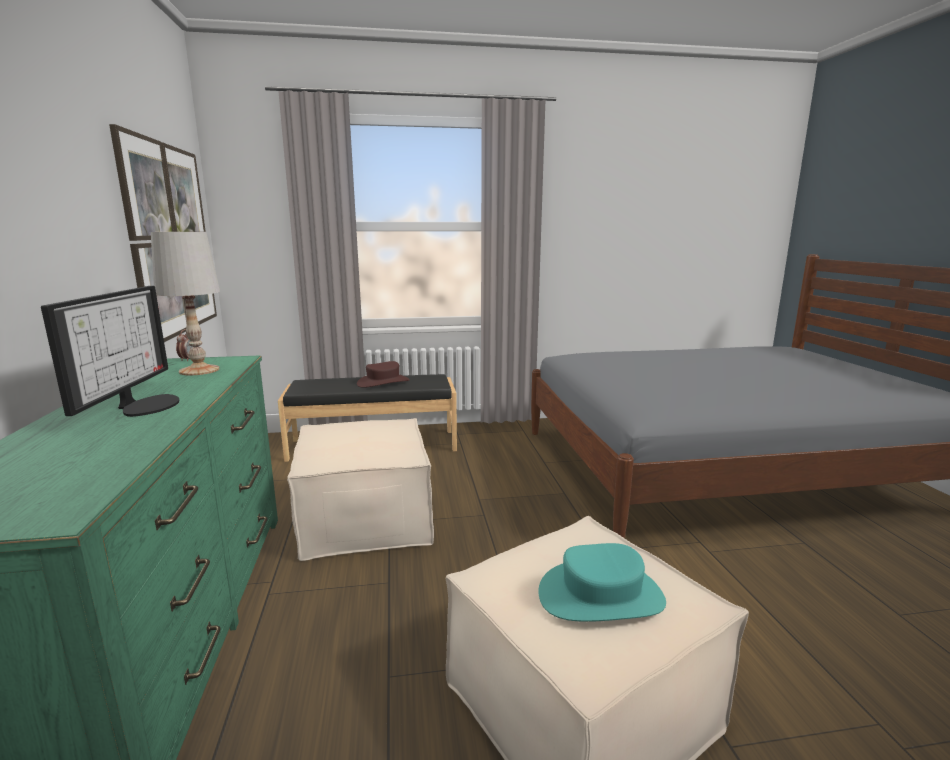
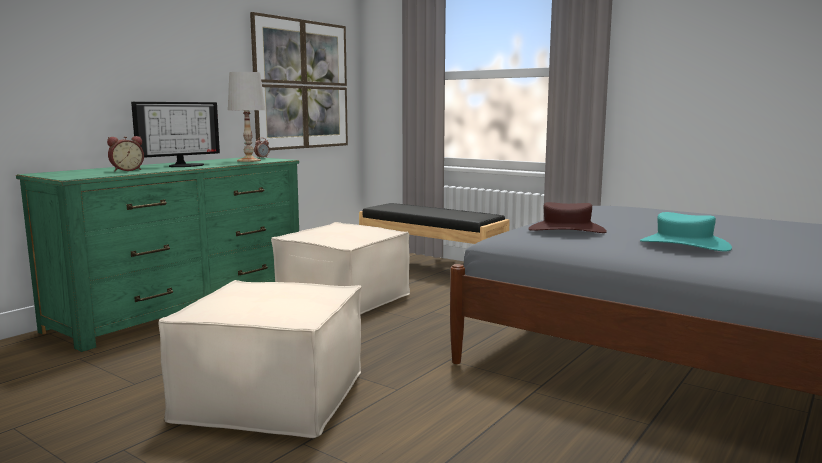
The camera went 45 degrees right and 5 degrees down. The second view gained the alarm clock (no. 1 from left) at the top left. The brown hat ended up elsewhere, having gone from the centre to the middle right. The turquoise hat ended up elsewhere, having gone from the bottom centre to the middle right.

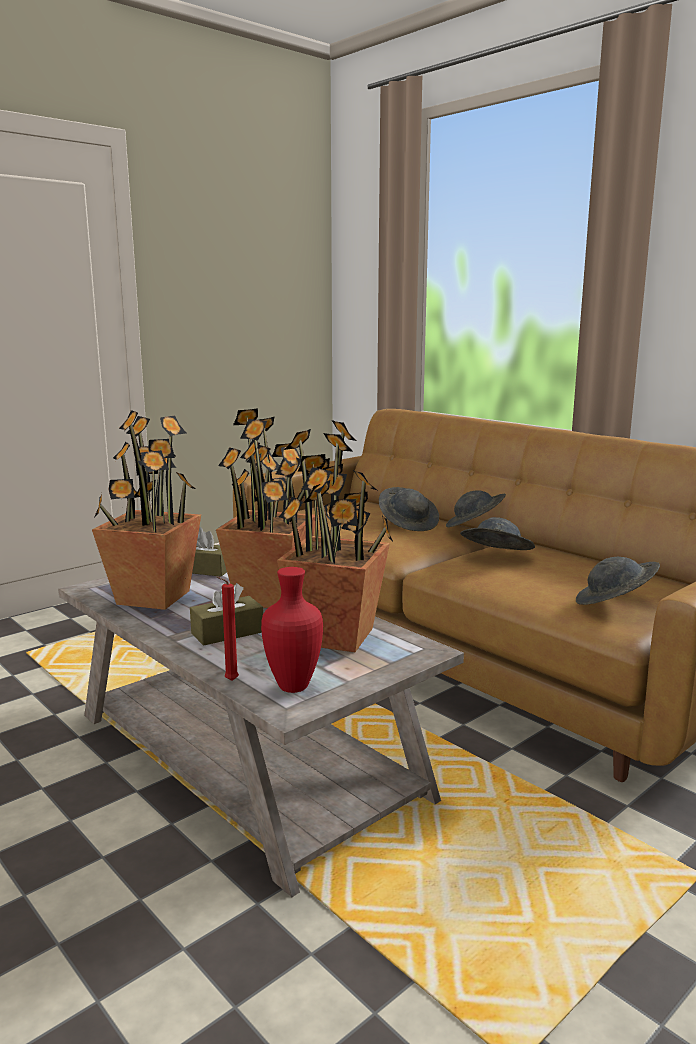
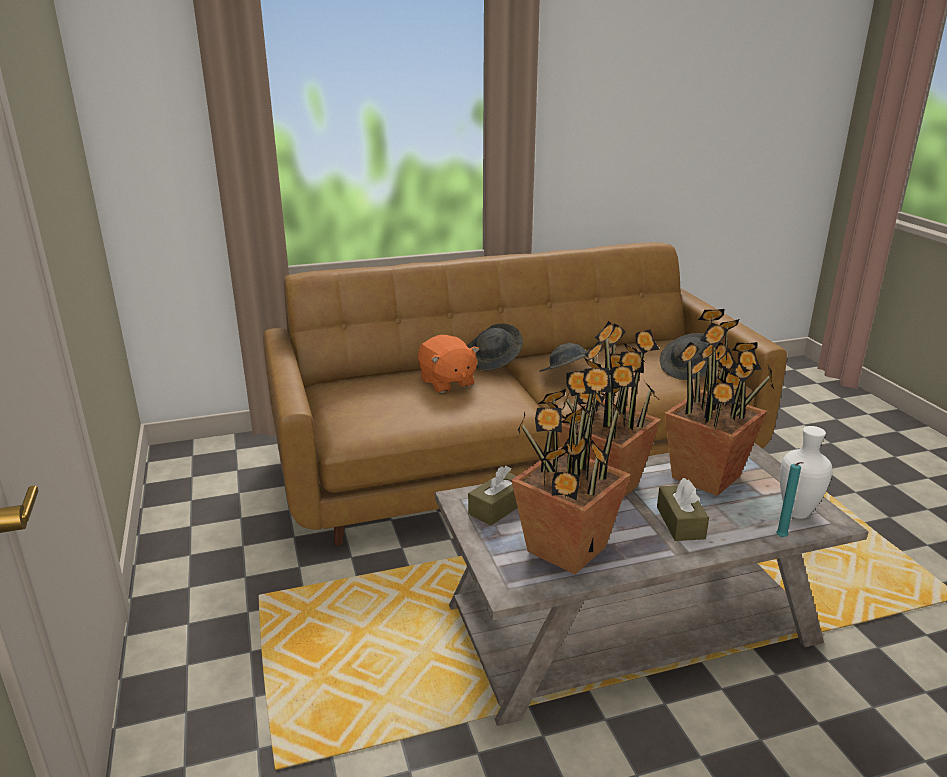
The camera went 65 degrees left and 10 degrees up. Where the grey hat (no. 1 from left) stood at the centre, the orange plush toy came to stand at the centre. What was the red candle at the middle left turned into the turquoise candle at the middle right. What was the red vase at the centre turned into the white vase at the middle right.

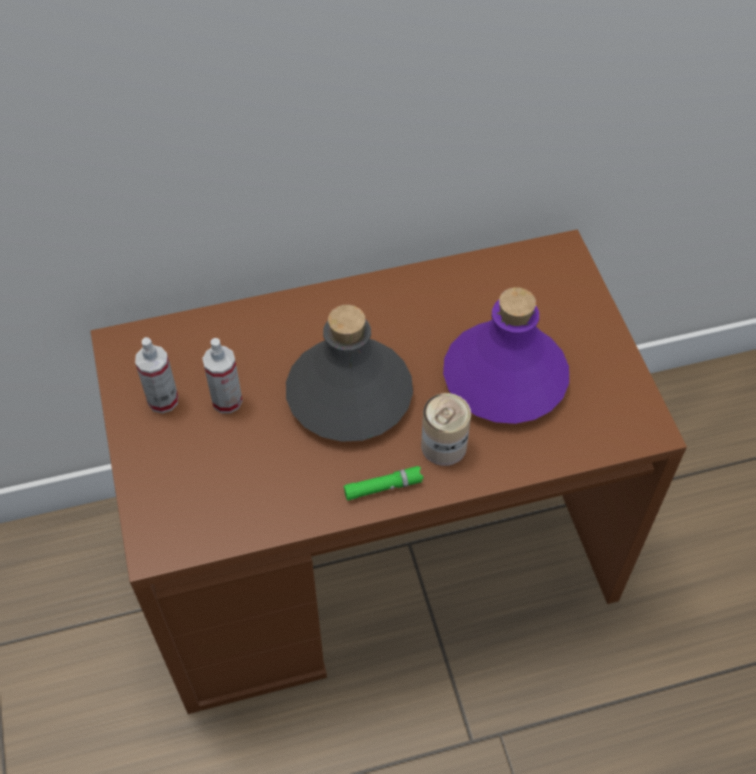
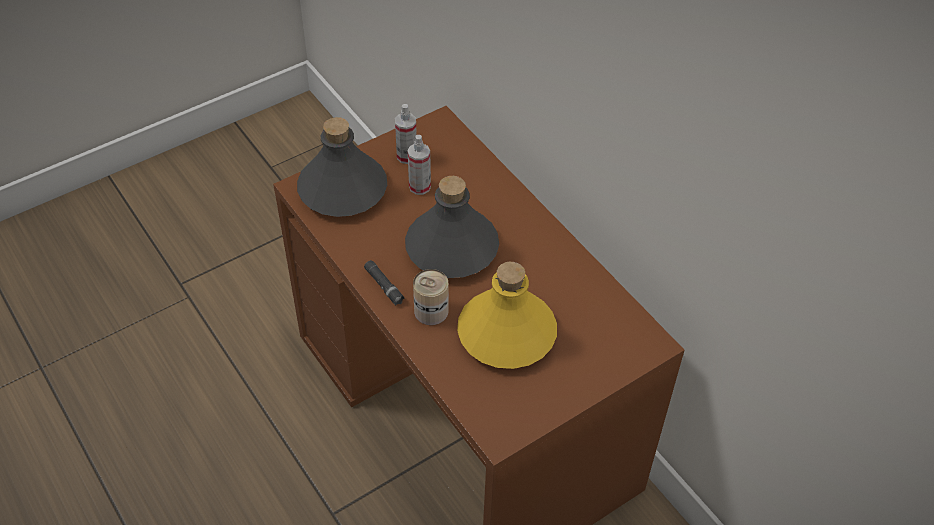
The camera went 70 degrees right and 5 degrees down. The second view gained the grey bottle (no. 1 from left) at the top centre. What was the green flashlight at the centre turned into the black flashlight at the centre. What was the purple bottle at the middle right turned into the yellow bottle at the centre.

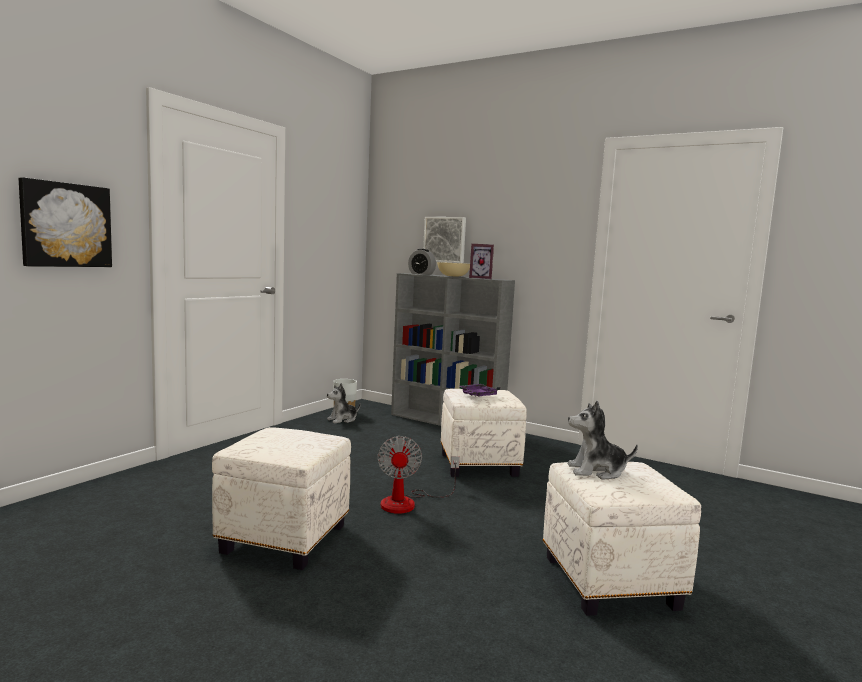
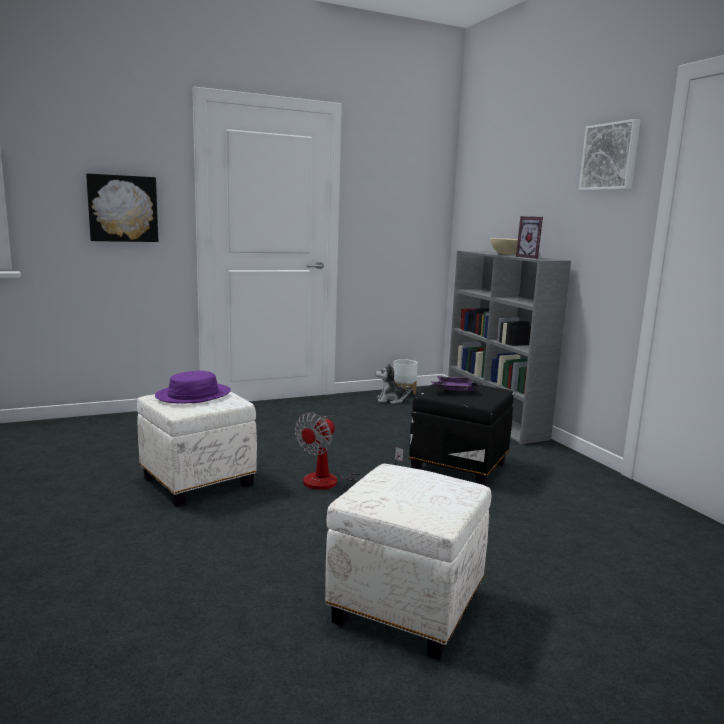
The camera went 35 degrees right and 5 degrees up. The second view gained the purple hat at the middle left. What was the white ottoman (no. 2 from left) at the centre turned into the black ottoman at the centre. The picture (no. 2 from left) ended up elsewhere, having gone from the centre to the top right. The second view lost the alarm clock at the centre. The second view lost the plush toy (no. 2 from left) at the middle right.

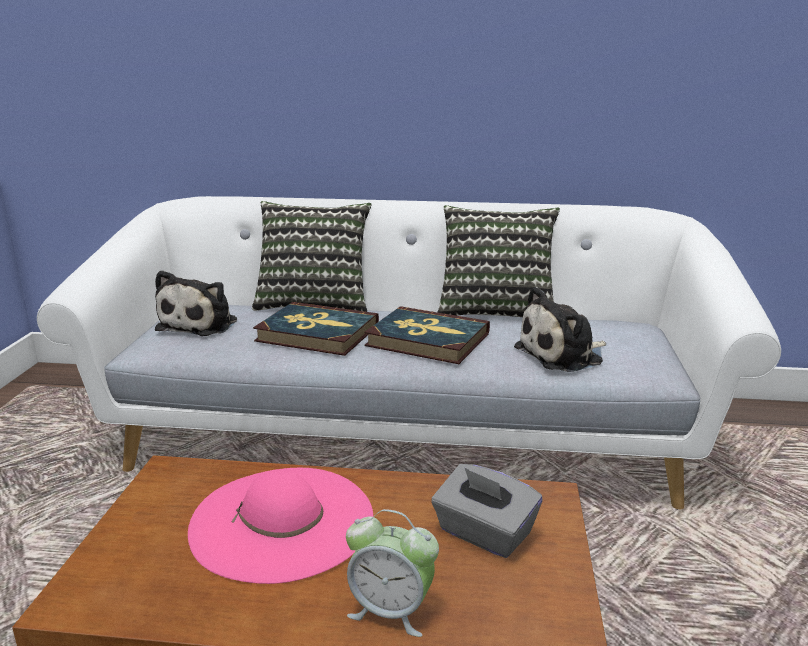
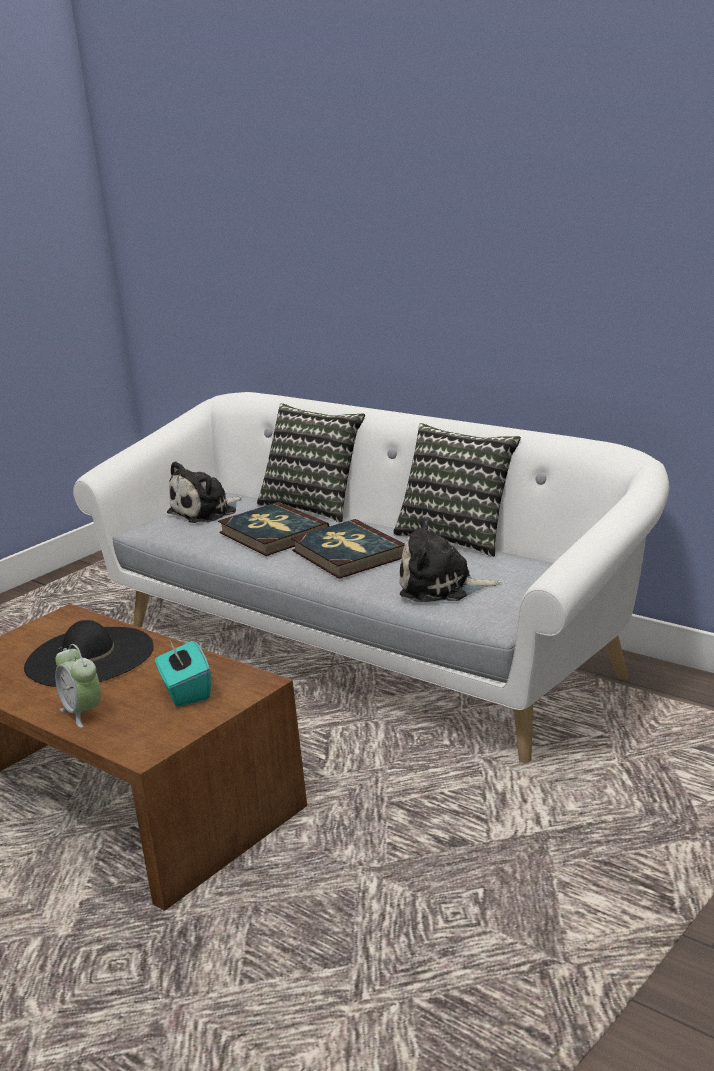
The camera went 35 degrees right and 0 degrees up. What was the pink hat at the bottom centre turned into the black hat at the middle left. What was the grey tissue box at the bottom centre turned into the turquoise tissue box at the middle left.

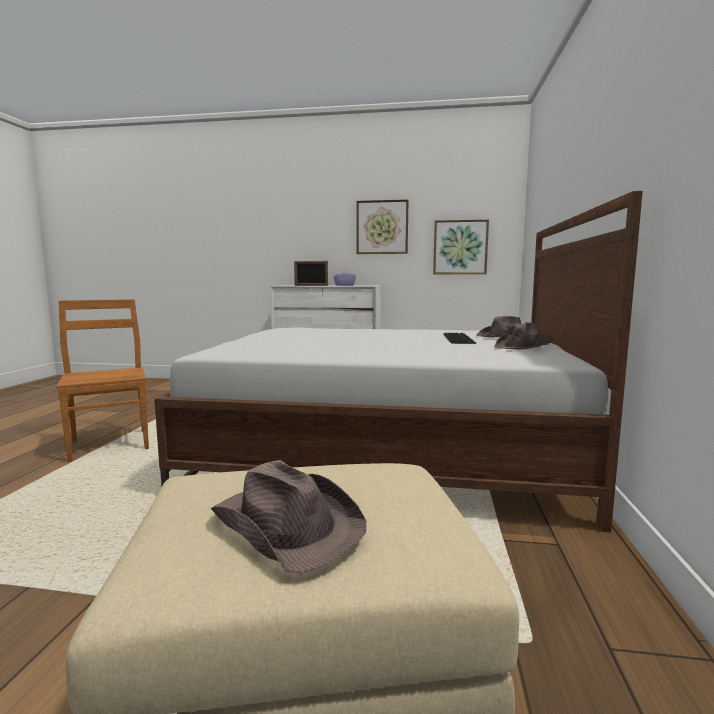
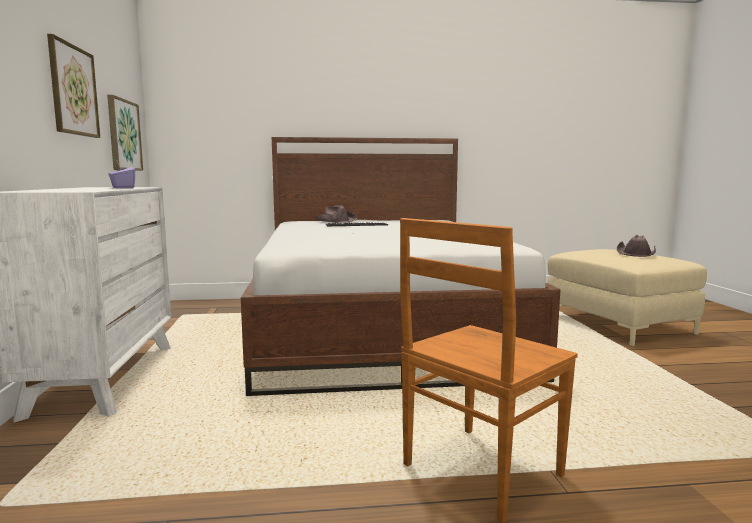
The camera went 105 degrees left and 0 degrees up. The second view lost the picture frame at the centre. The second view lost the brown hat (no. 3 from left) at the middle right.

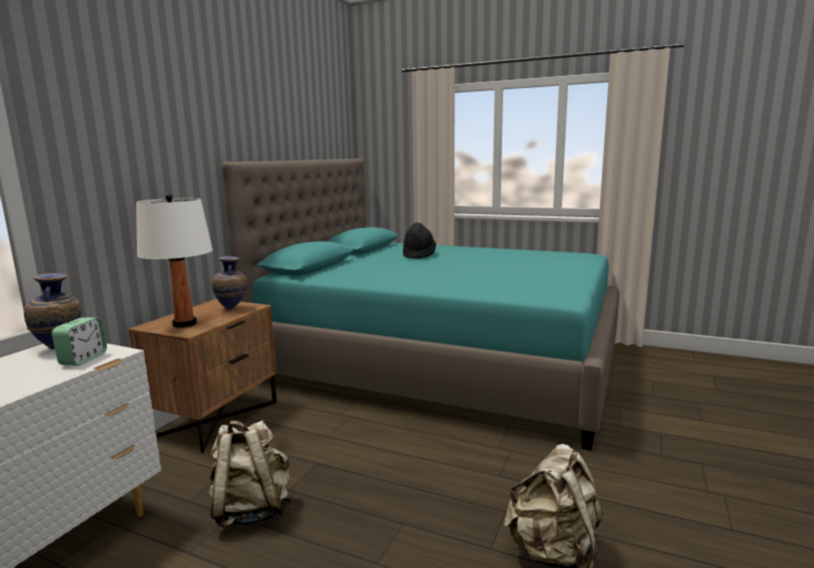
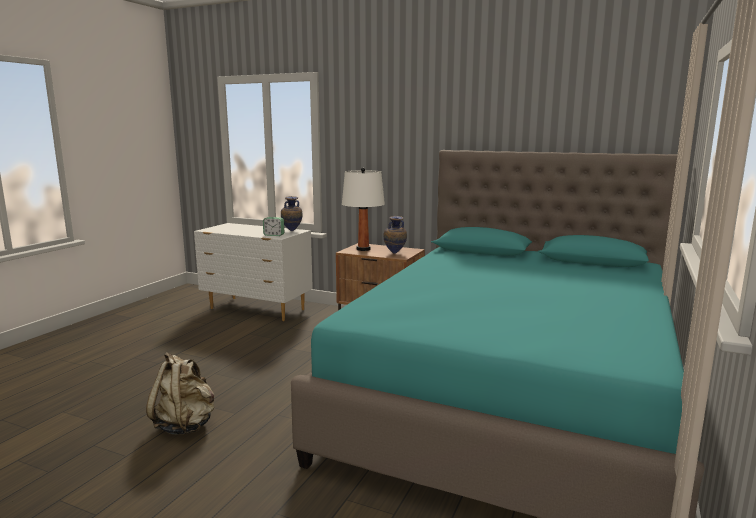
The camera went 90 degrees right and 0 degrees up. The second view lost the beige backpack (no. 1 from left) at the bottom left. The second view lost the black hat at the centre.

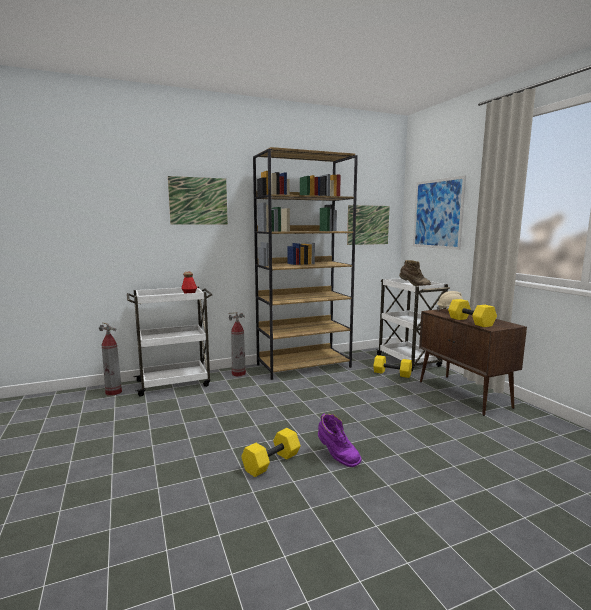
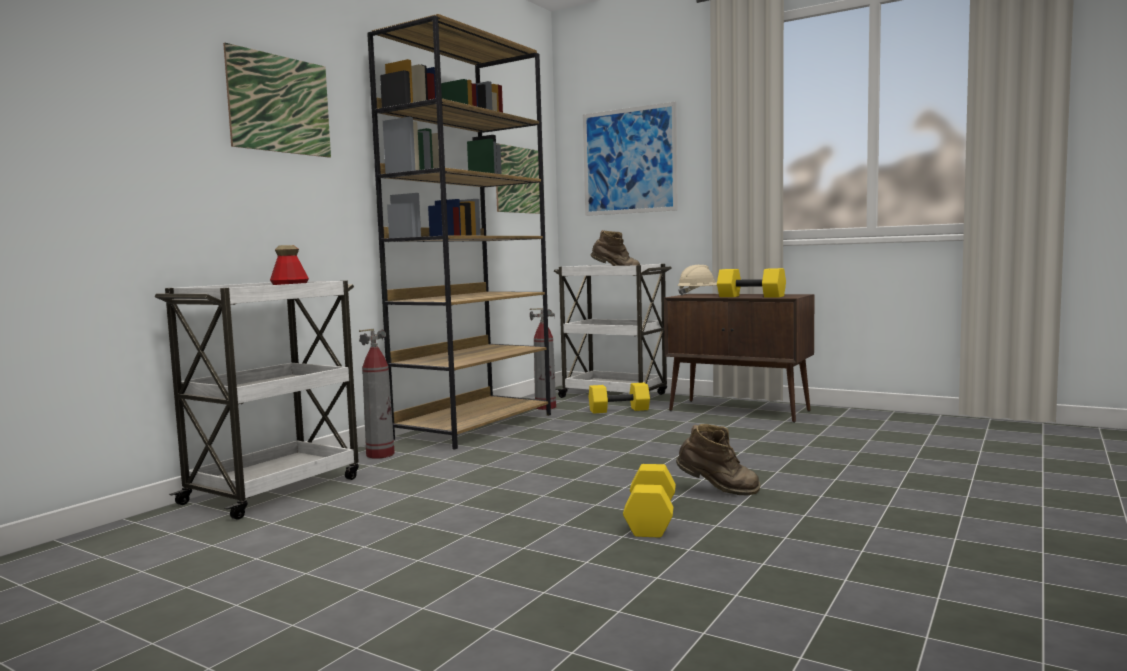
The camera went 35 degrees left and 5 degrees down. The fire extinguisher (no. 1 from left in the first image) ended up elsewhere, having gone from the middle left to the centre. What was the purple boot at the bottom centre turned into the brown boot (no. 2 from left) at the bottom centre.

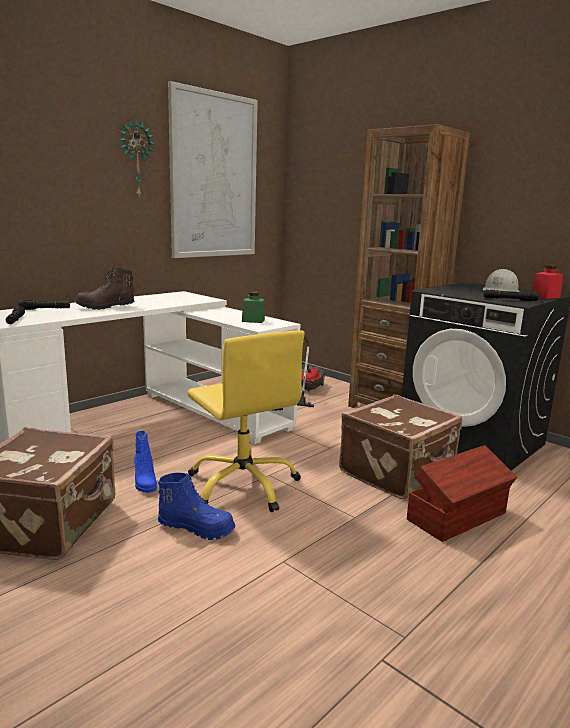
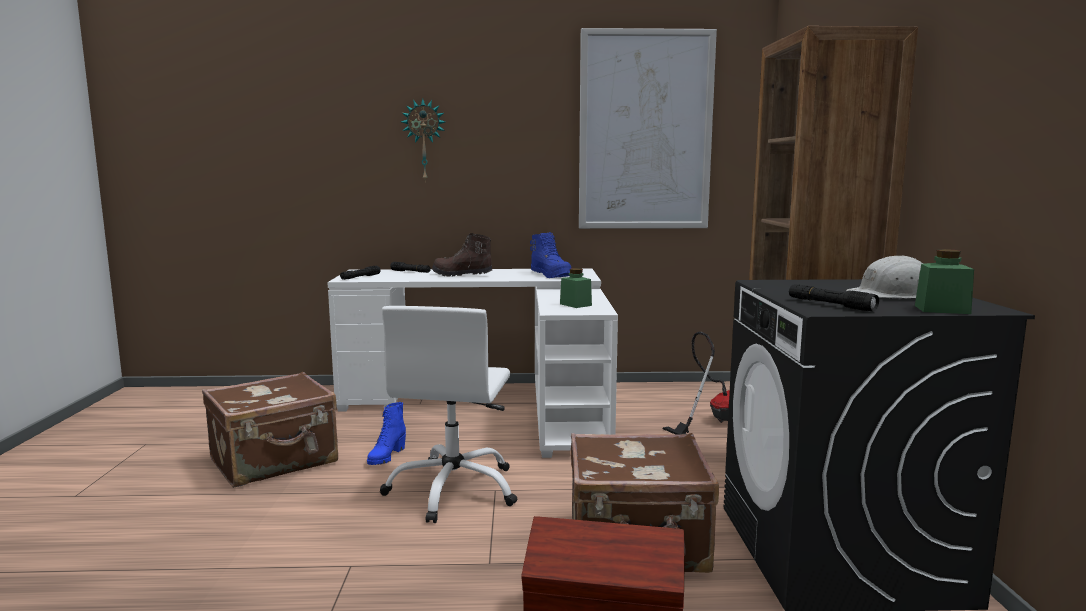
The camera went 45 degrees right and 5 degrees down. What was the yellow office chair at the centre turned into the white office chair at the bottom centre. The wall clock ended up elsewhere, having gone from the top left to the top centre. The blue boot (no. 2 from left) ended up elsewhere, having gone from the bottom centre to the centre. What was the red jar at the middle right turned into the green jar (no. 2 from left) at the middle right.

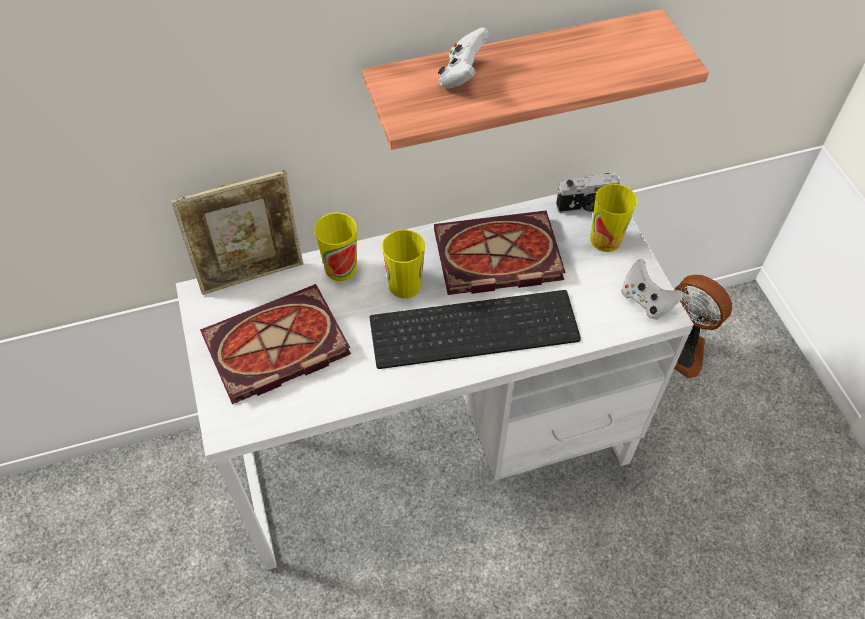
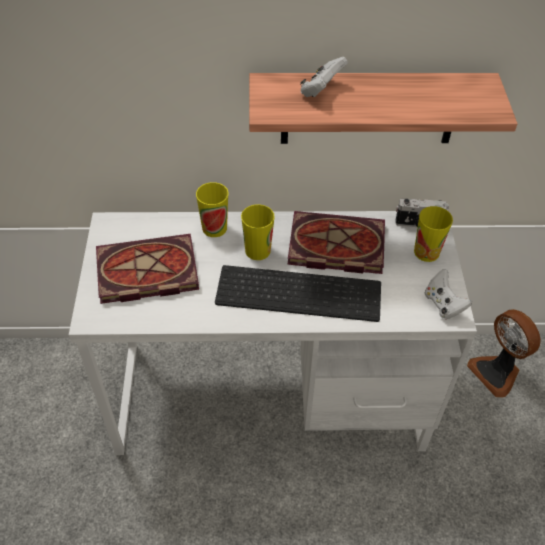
The camera went 15 degrees right and 5 degrees down. The second view lost the picture frame at the middle left.

